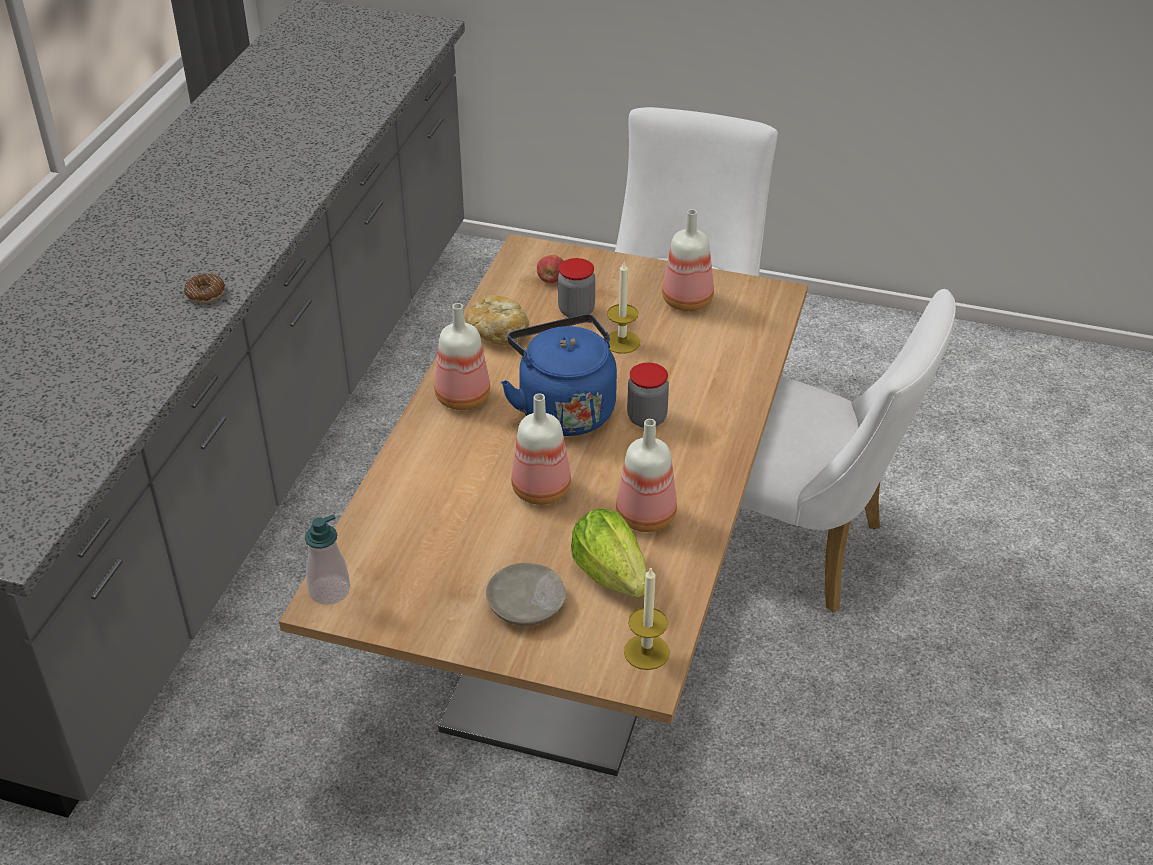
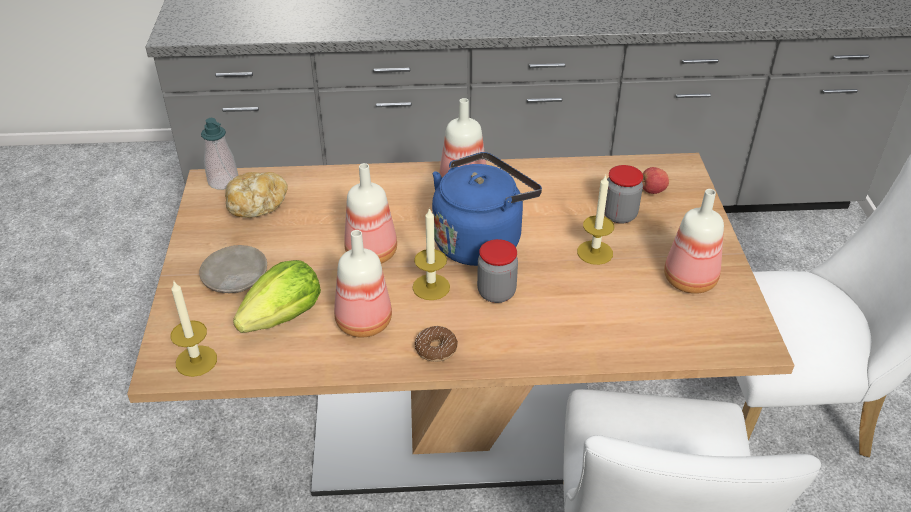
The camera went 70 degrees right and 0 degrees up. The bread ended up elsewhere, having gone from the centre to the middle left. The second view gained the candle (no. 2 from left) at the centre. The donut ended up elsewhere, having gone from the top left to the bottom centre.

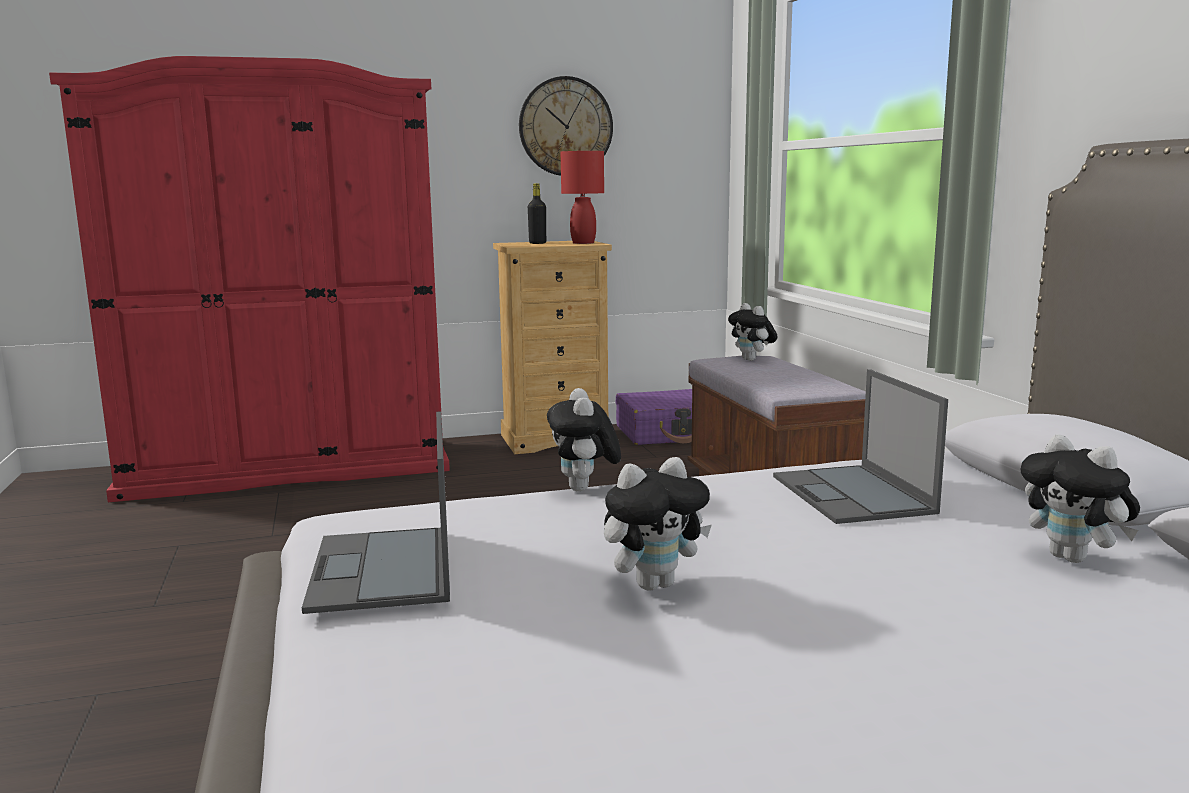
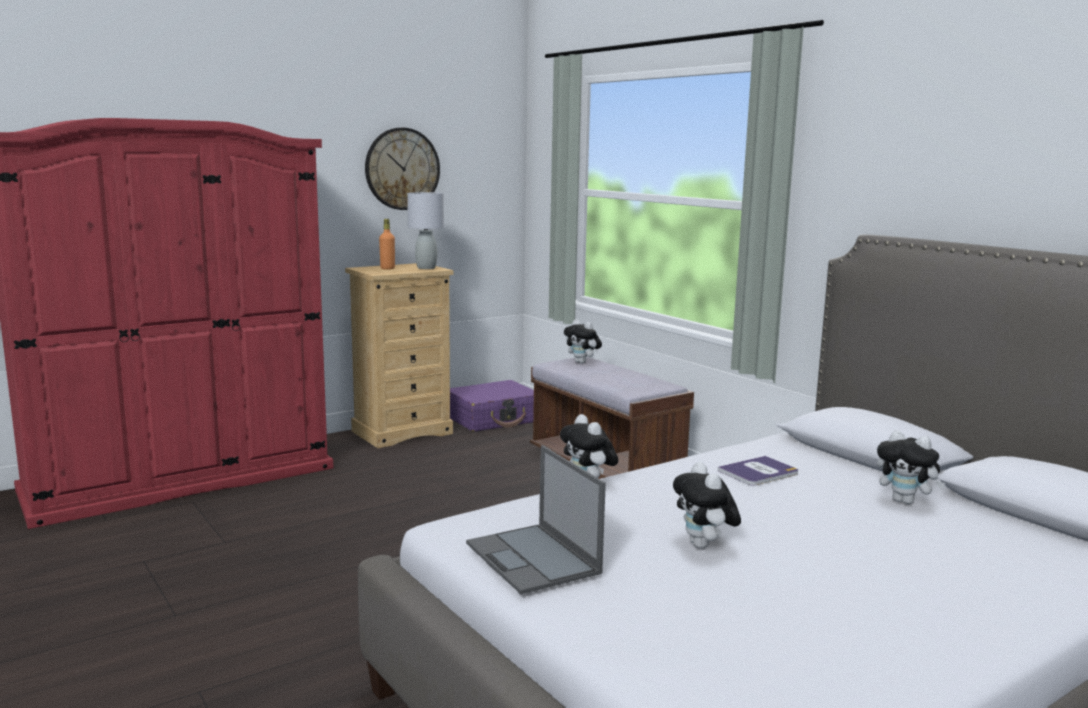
The camera went 20 degrees left and 0 degrees up. What was the black bottle at the top centre turned into the orange bottle at the centre. What was the red table lamp at the top centre turned into the grey table lamp at the top centre. The plush toy (no. 2 from left in the first image) at the centre ended up facing another way, 120 degrees clockwise from before. Where the laptop (no. 2 from left) stood at the middle right, the book came to stand at the middle right.

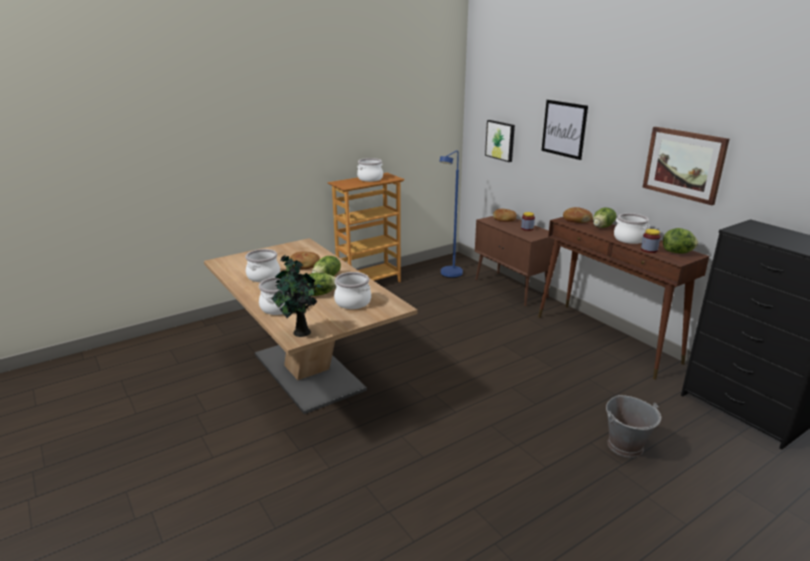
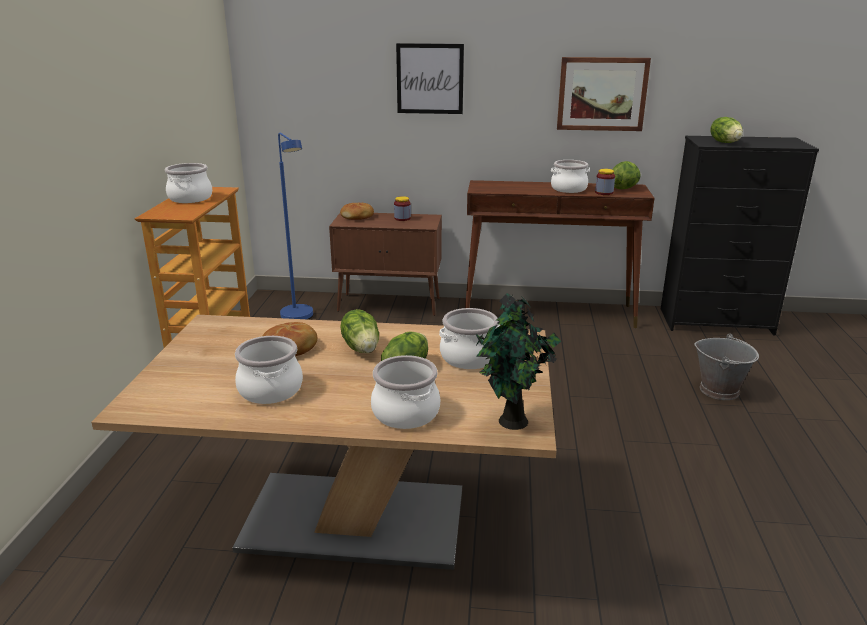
The camera went 50 degrees left and 0 degrees up. The lettuce (no. 3 from left in the first image) ended up elsewhere, having gone from the middle right to the top right. The second view lost the picture (no. 1 from left) at the top centre. The second view lost the bread (no. 3 from left) at the middle right.

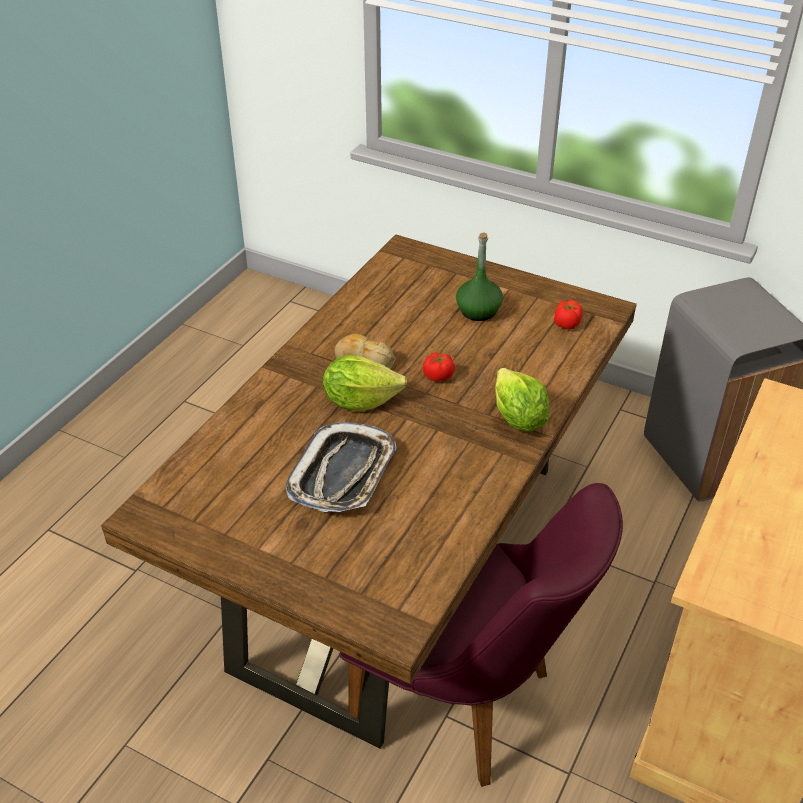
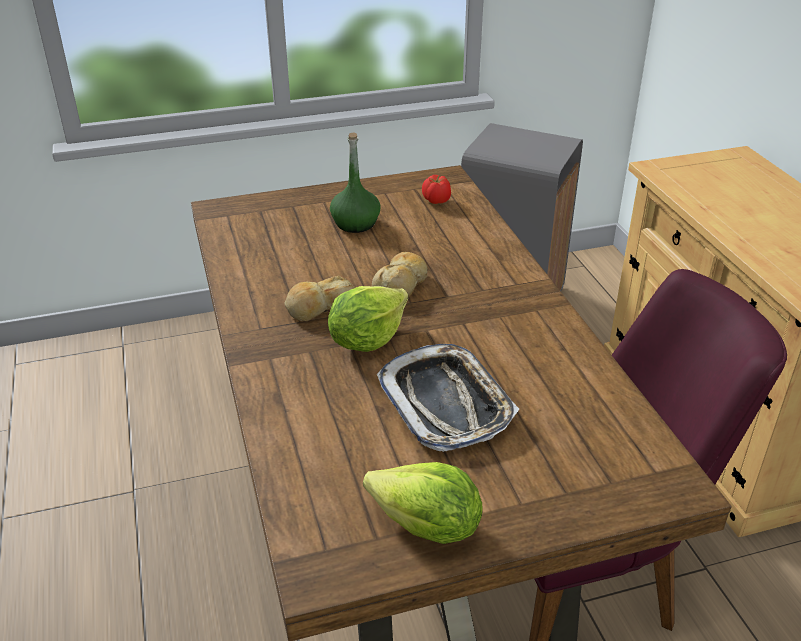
The camera went 45 degrees left and 5 degrees down. The lettuce (no. 2 from left) ended up elsewhere, having gone from the centre to the bottom centre. Where the tomato (no. 1 from left) stood at the centre, the bread (no. 2 from left) came to stand at the centre.

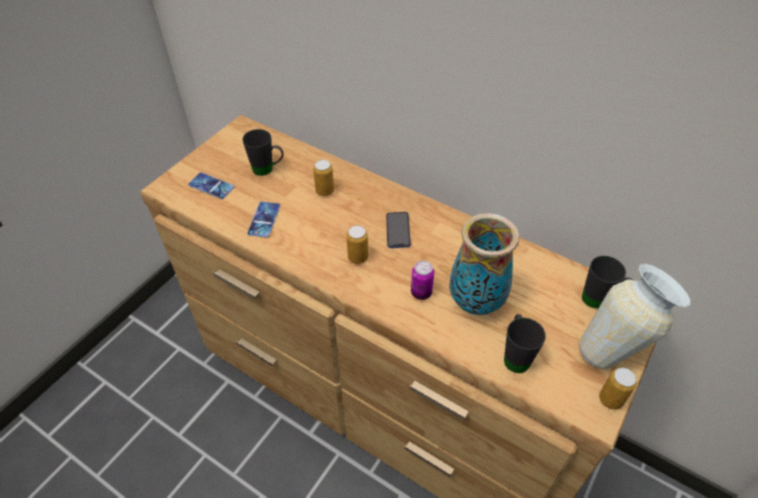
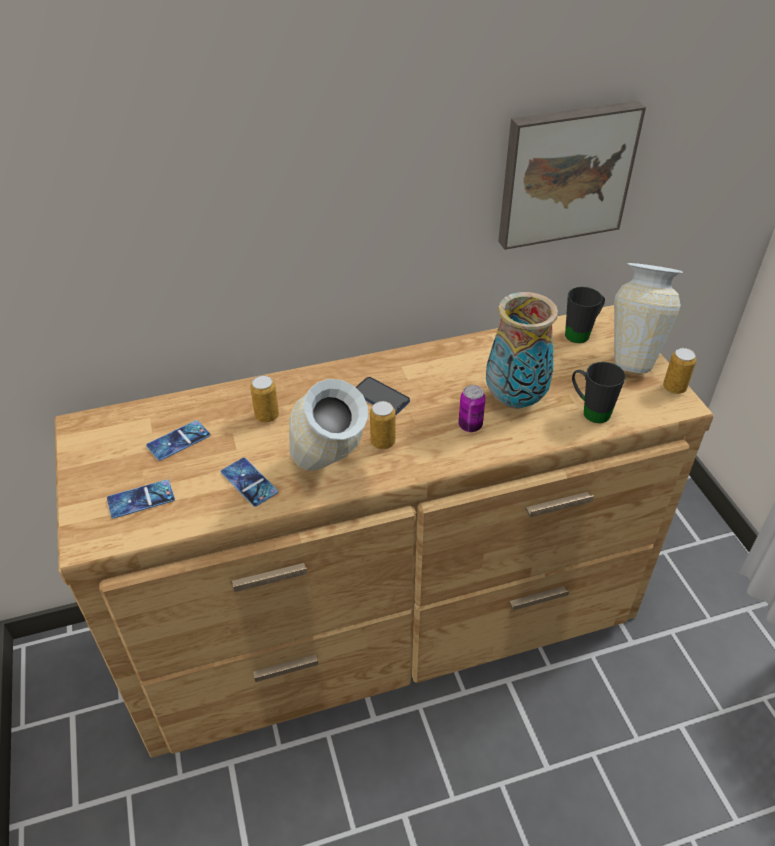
The camera went 50 degrees left and 5 degrees down. Where the black mug (no. 1 from left) stood at the top centre, the phone (no. 2 from left) came to stand at the middle left. The second view gained the vase (no. 1 from left) at the centre. The second view gained the picture at the top right.

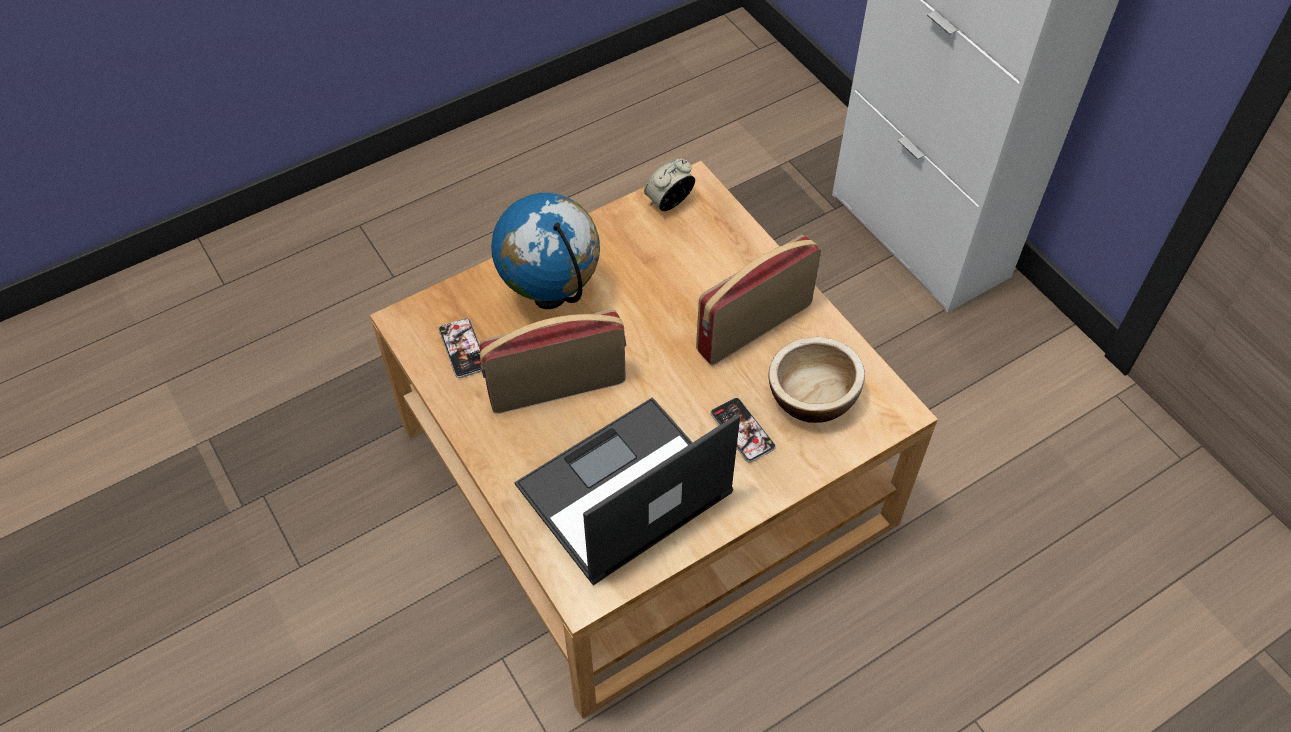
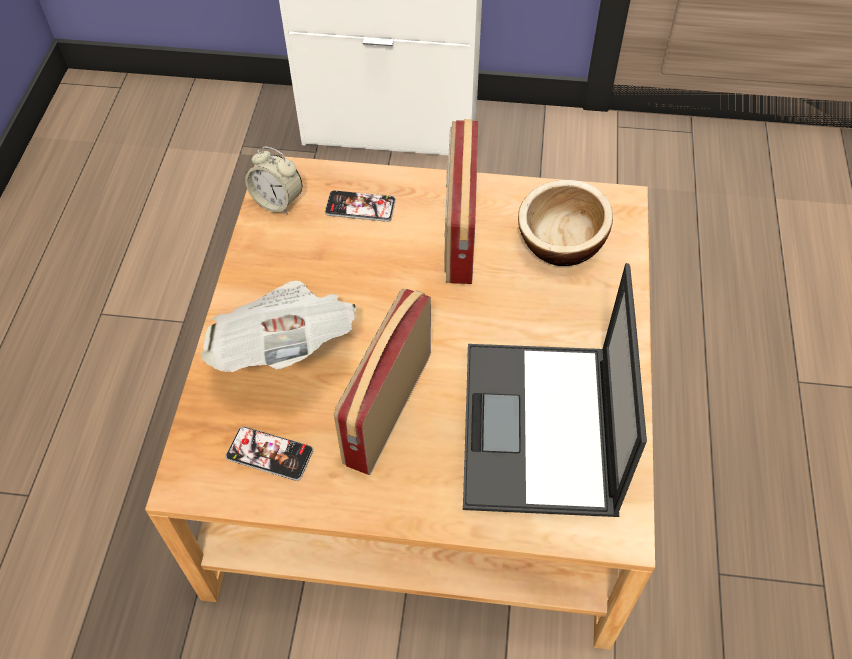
The camera went 50 degrees left and 0 degrees up. Where the globe stood at the centre, the newspaper came to stand at the middle left. The alarm clock at the top centre ended up facing another way, 60 degrees counterclockwise from before. The phone (no. 2 from left) ended up elsewhere, having gone from the centre to the top centre.

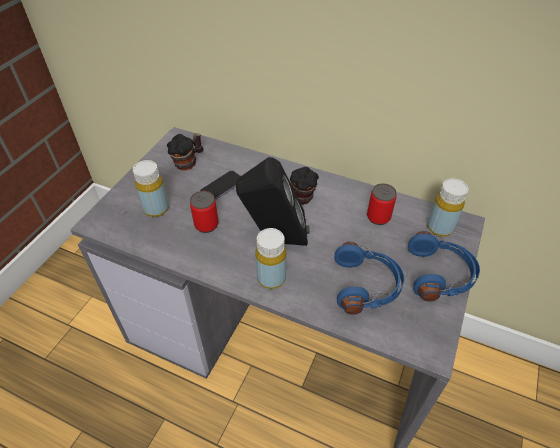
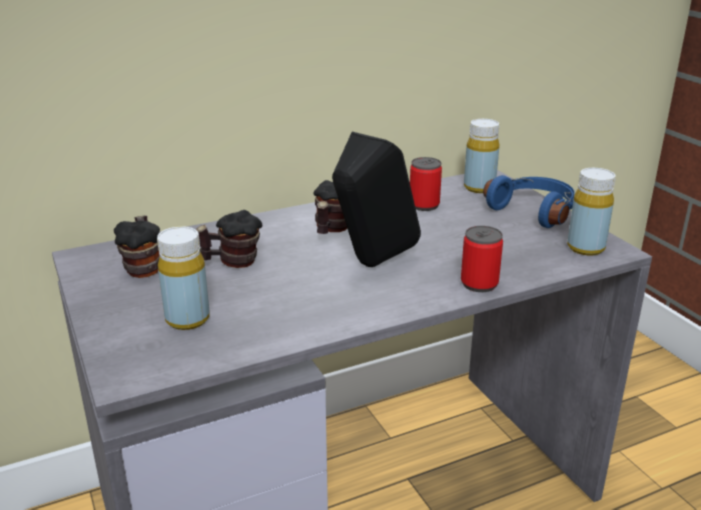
The camera went 50 degrees left and 20 degrees down. Where the phone stood at the centre, the mug (no. 2 from left) came to stand at the middle left. The can (no. 1 from left in the first image) ended up elsewhere, having gone from the centre to the middle right. The yellow bottle (no. 2 from left in the first image) ended up elsewhere, having gone from the centre to the middle right. The second view lost the blue headphones (no. 1 from left) at the centre.

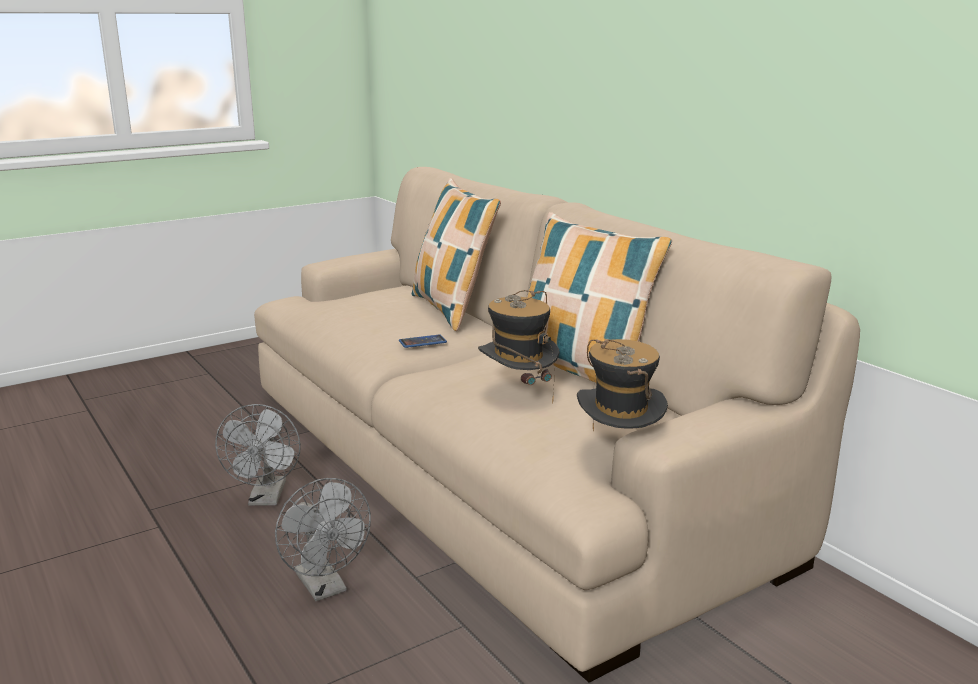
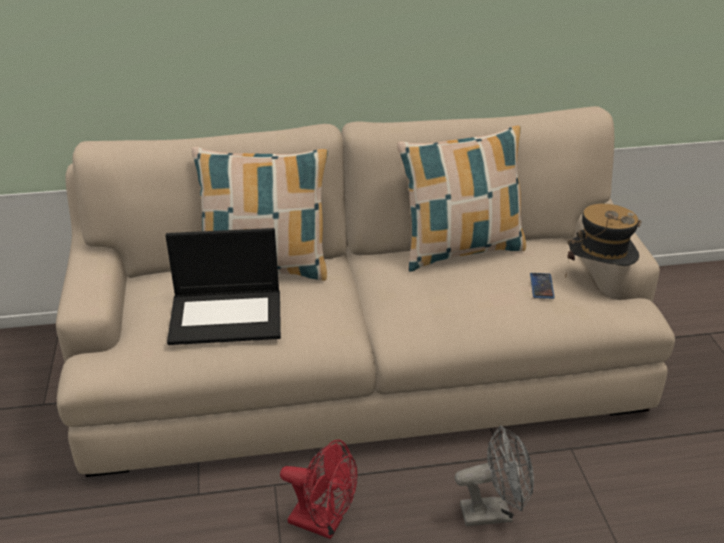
The camera went 65 degrees left and 15 degrees up. The second view gained the laptop at the middle left. What was the grey fan (no. 1 from left) at the middle left turned into the red fan at the bottom centre. The phone ended up elsewhere, having gone from the centre to the middle right. The second view lost the hat (no. 1 from left) at the centre.

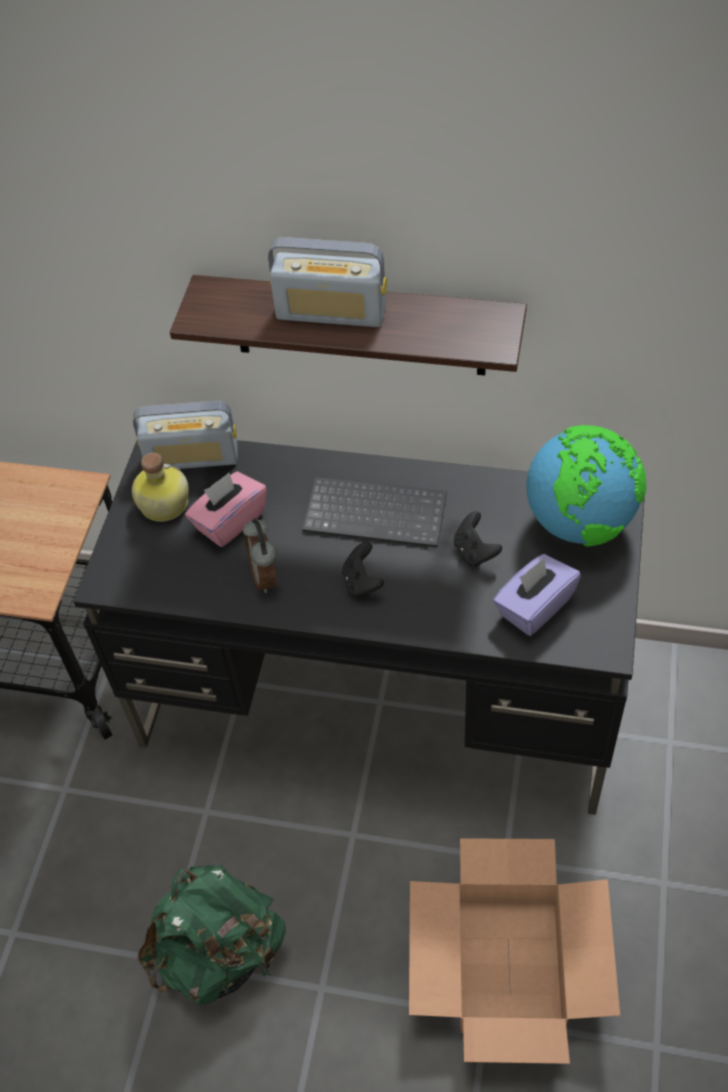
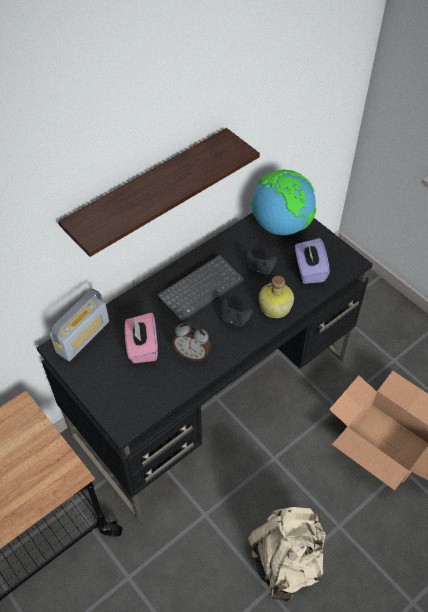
The camera went 55 degrees left and 0 degrees up. What was the green backpack at the bottom left turned into the beige backpack at the bottom right. The bottle ended up elsewhere, having gone from the middle left to the centre. The second view lost the radio (no. 2 from left) at the top centre.

